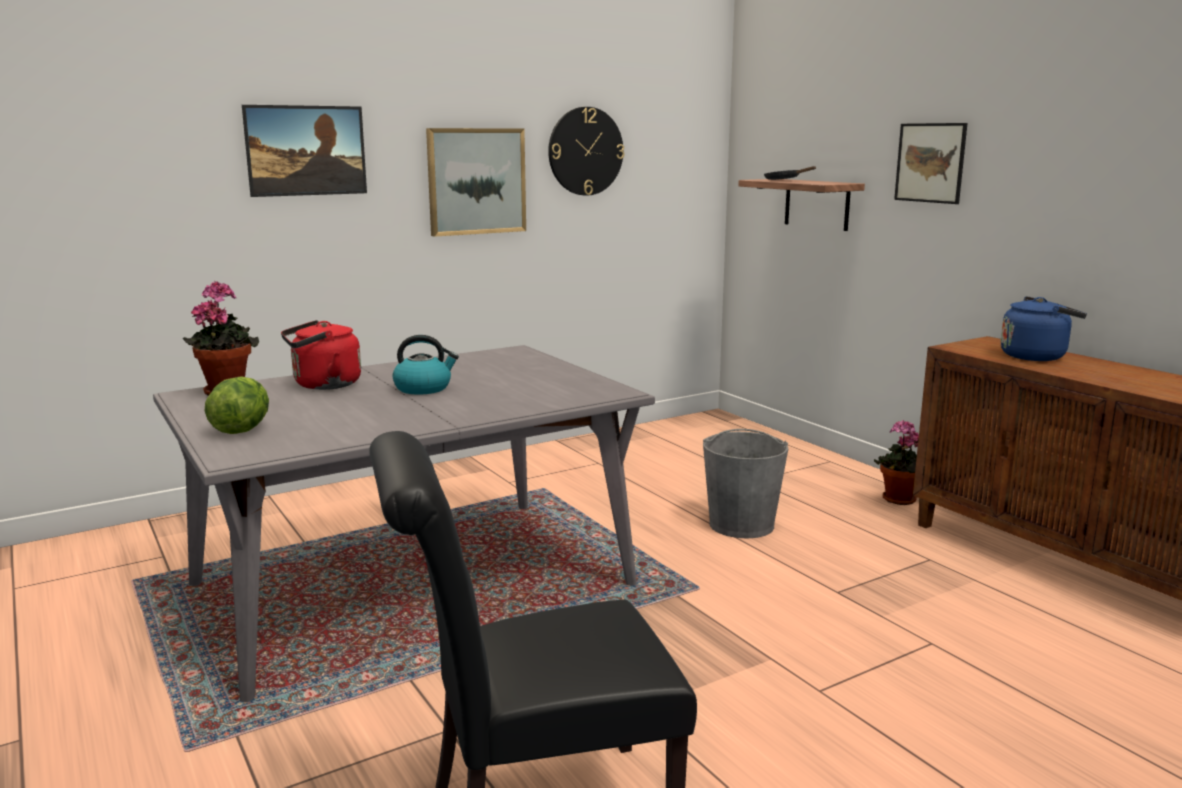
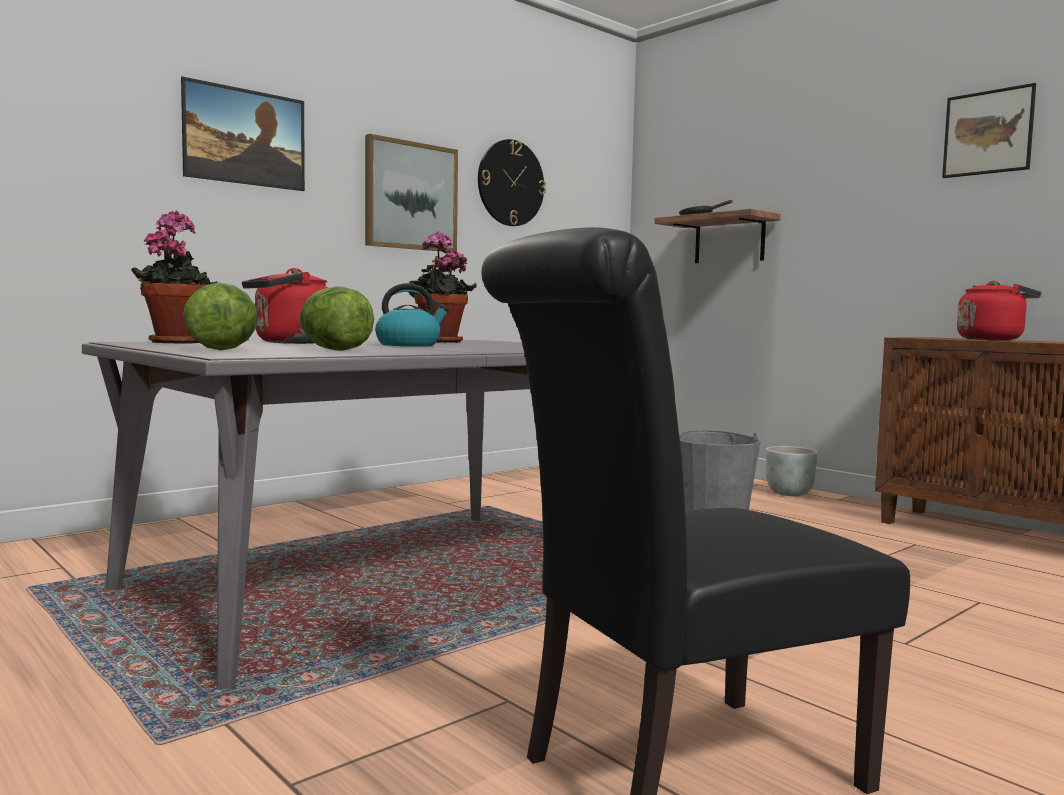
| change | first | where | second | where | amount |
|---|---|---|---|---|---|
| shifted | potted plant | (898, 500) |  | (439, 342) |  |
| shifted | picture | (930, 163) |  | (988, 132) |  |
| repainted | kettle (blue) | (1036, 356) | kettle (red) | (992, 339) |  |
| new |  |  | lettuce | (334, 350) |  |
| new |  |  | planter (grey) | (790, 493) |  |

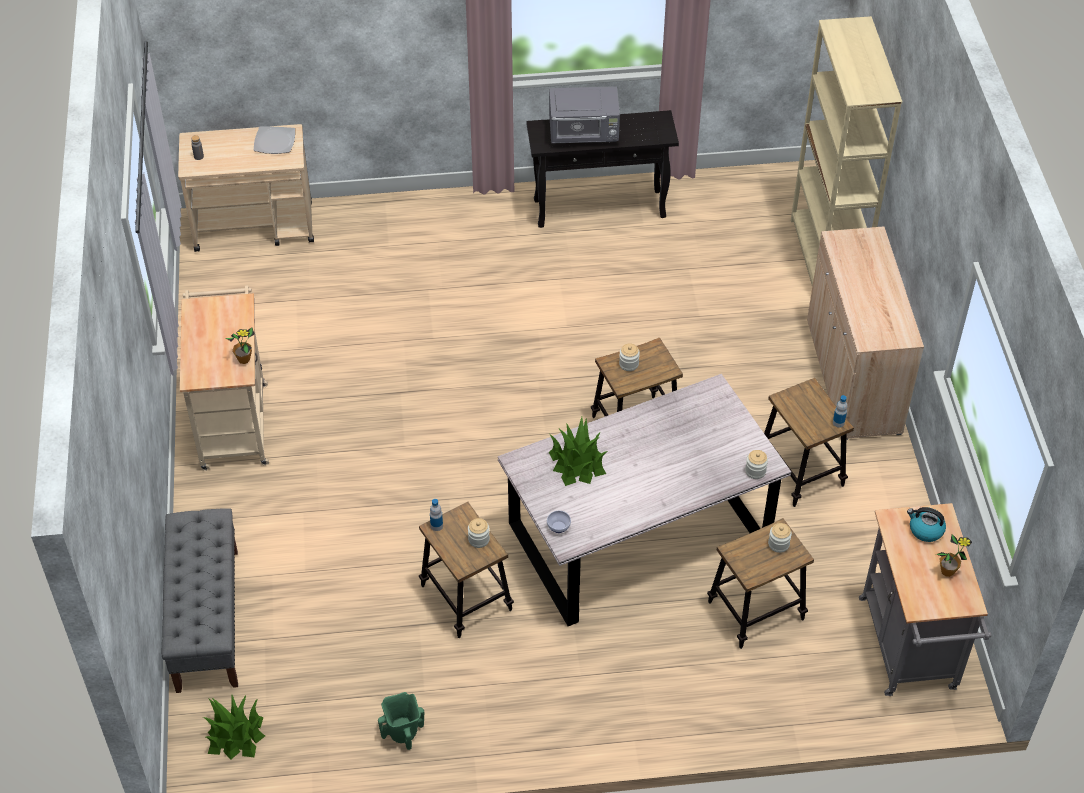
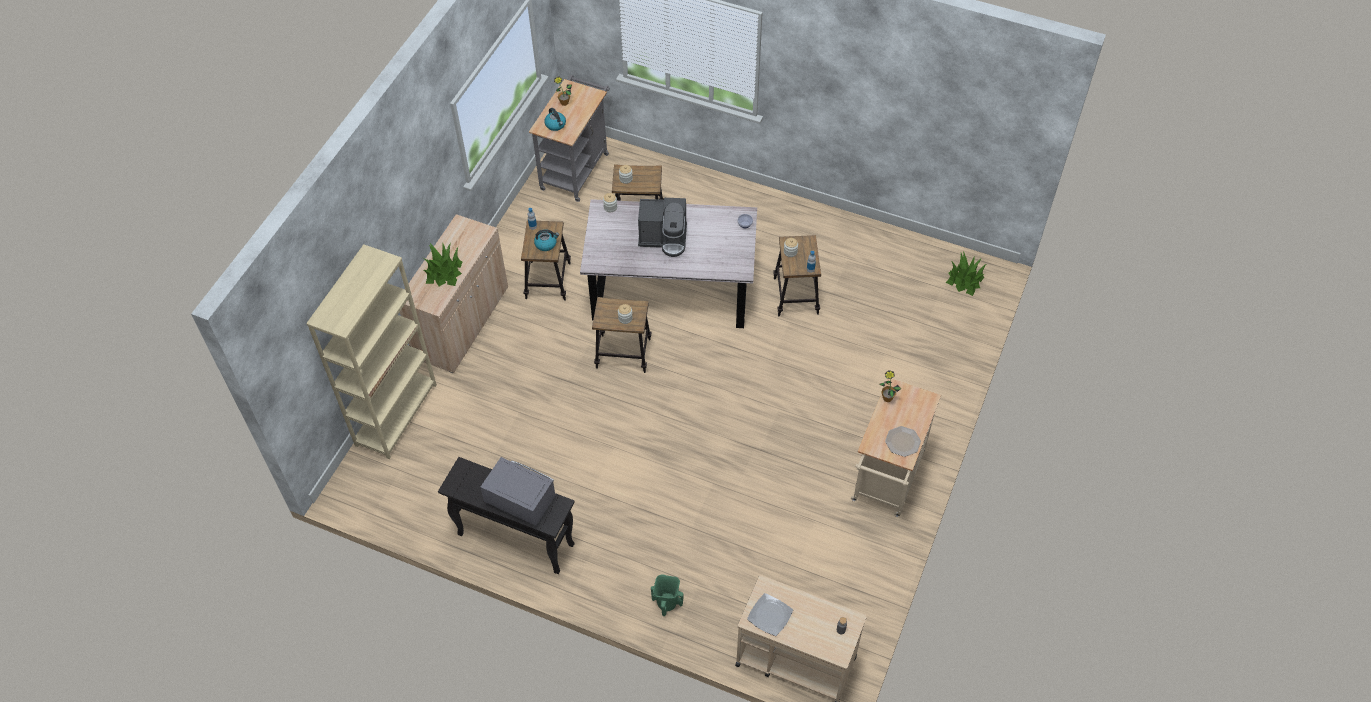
| change | first | where | second | where | amount |
|---|---|---|---|---|---|
| gone | bench (grey) | (207, 619) |  |  |  |
| shifted | vase (green) | (403, 733) |  | (667, 601) |  |
| shifted | potted plant | (577, 463) |  | (444, 271) |  |
| new |  |  | kettle | (546, 244) |  |
| new |  |  | coffee machine | (664, 238) |  |
| new |  |  | plate | (903, 442) |  |

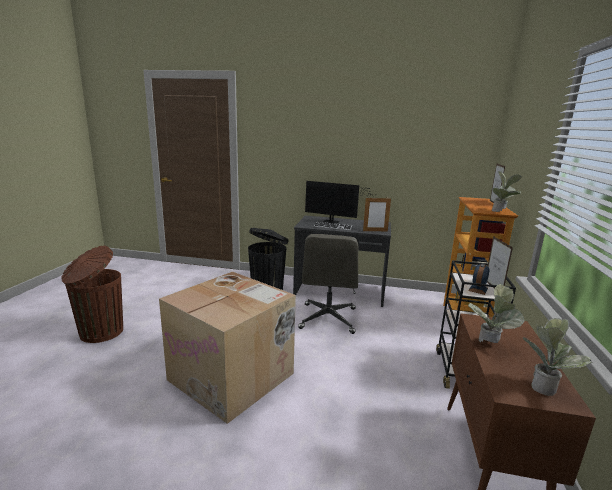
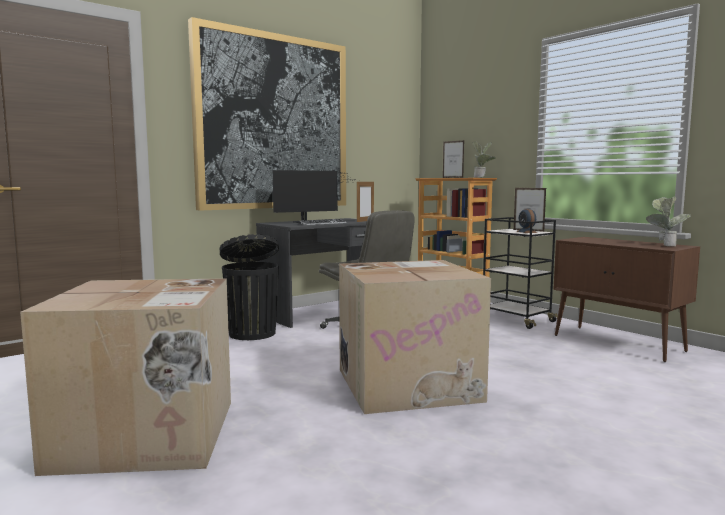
| change | first | where | second | where | amount |
|---|---|---|---|---|---|
| swapped | trash can (brown) | (100, 332) | cardboard box | (148, 435) |  |
| gone | potted plant | (489, 345) |  |  |  |
| new |  |  | picture | (273, 123) |  |

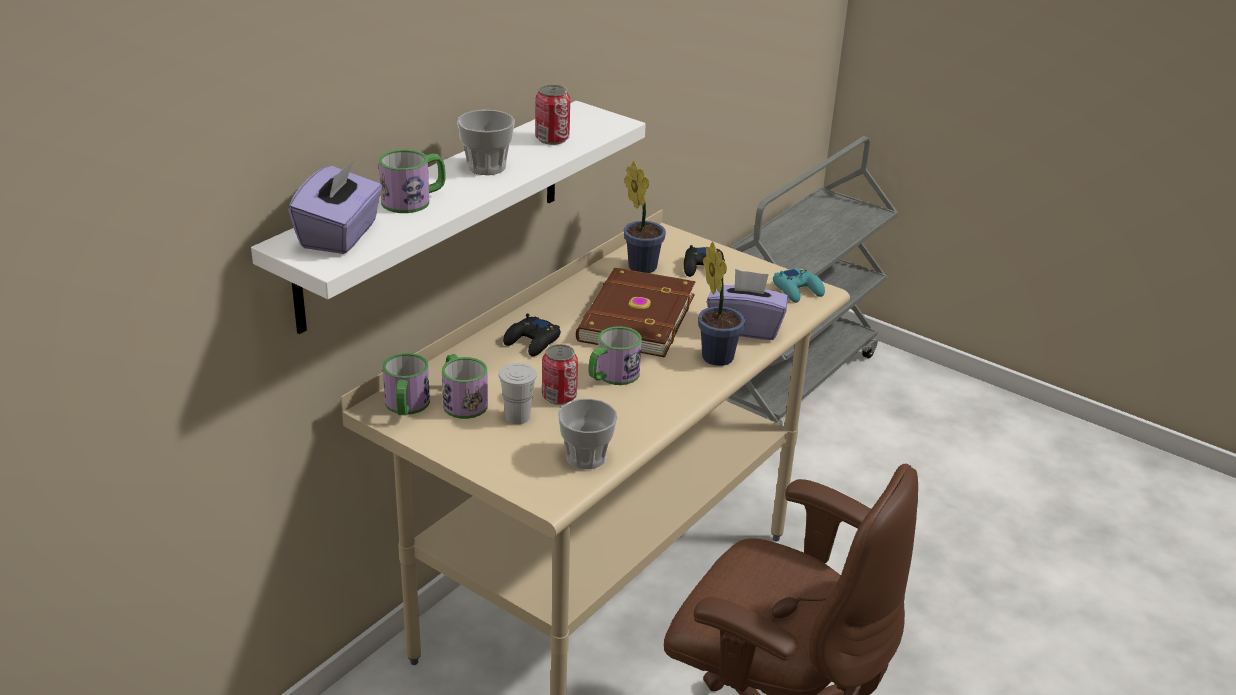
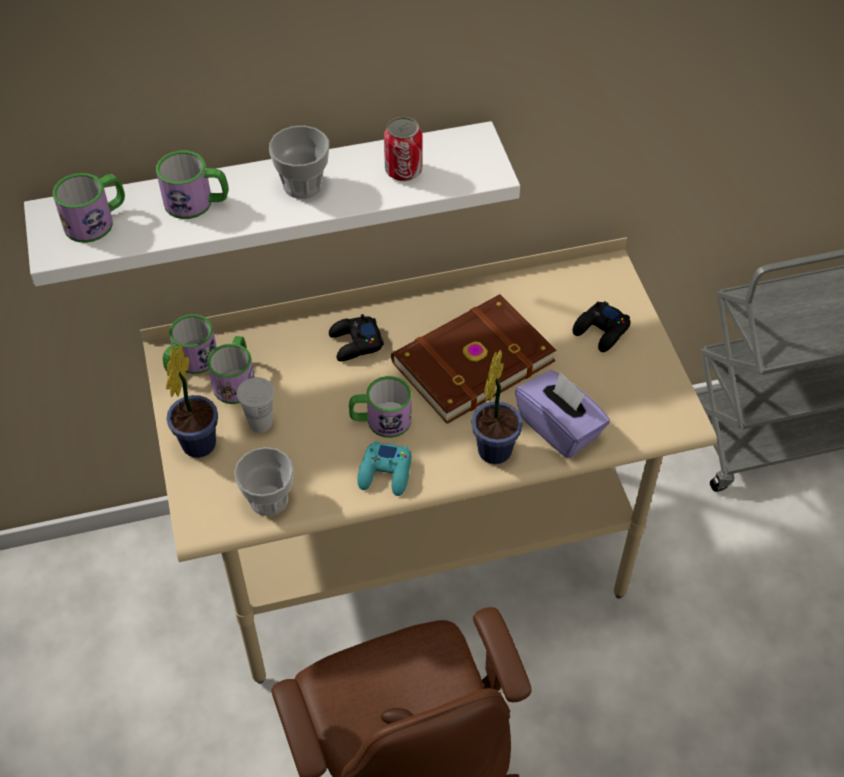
| change | first | where | second | where | amount |
|---|---|---|---|---|---|
| swapped | tissue box (purple) | (340, 235) | mug | (96, 220) |  |
| gone | can | (559, 396) |  |  |  |
| shifted | potted plant | (640, 265) |  | (200, 440) |  |
| shifted | game controller (turquoise) | (798, 290) |  | (386, 473) |  |

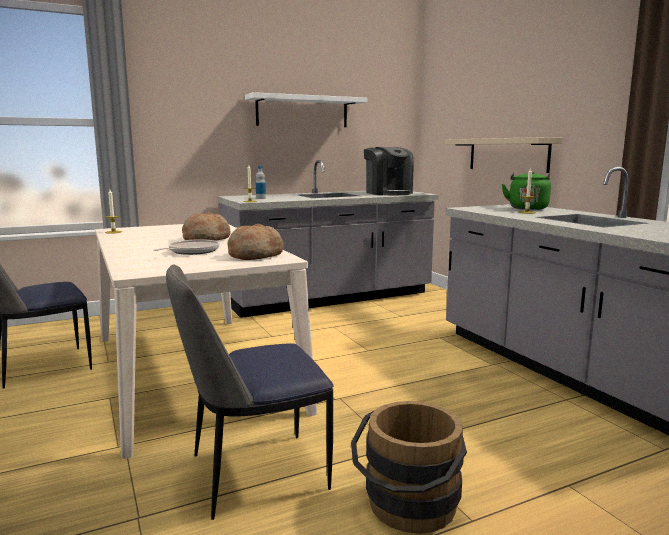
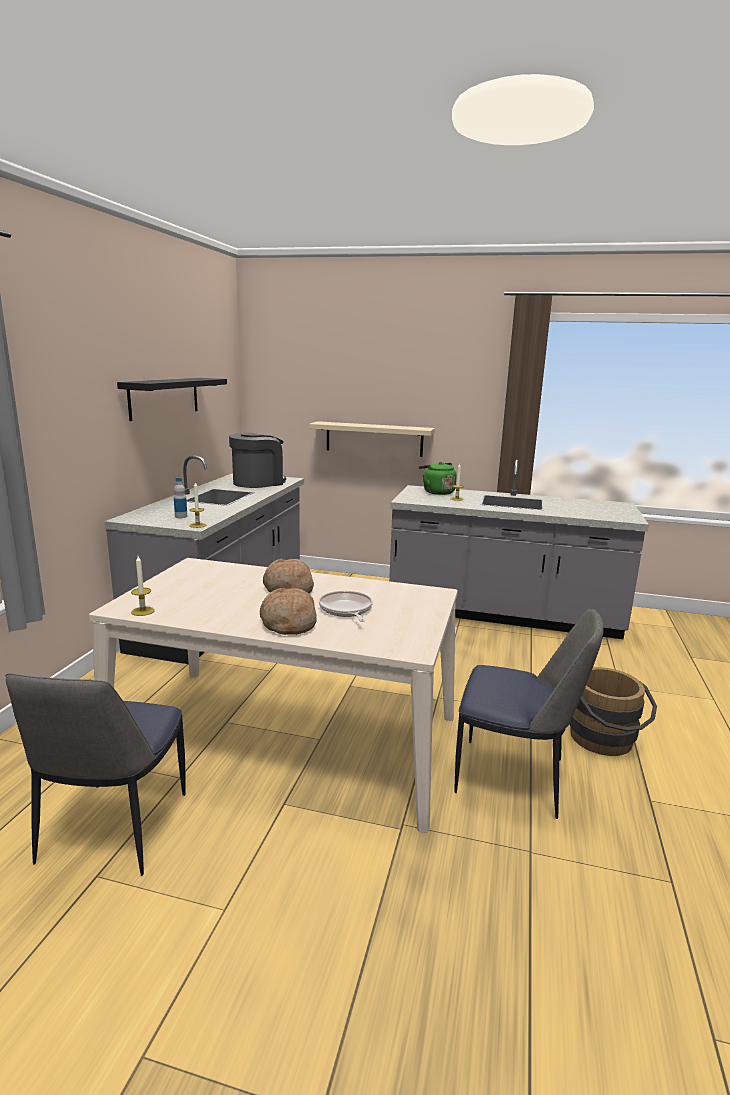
| change | first | where | second | where | amount |
|---|---|---|---|---|---|
| rotated | chair | (254, 473) |  | (514, 777) | 90 degrees counterclockwise |
| shifted | bread | (255, 255) |  | (288, 623) |  |
| repainted | shelf (white) | (302, 111) | shelf (black) | (164, 397) |  |
| rotated | coffee machine | (388, 193) |  | (258, 482) | 60 degrees counterclockwise |

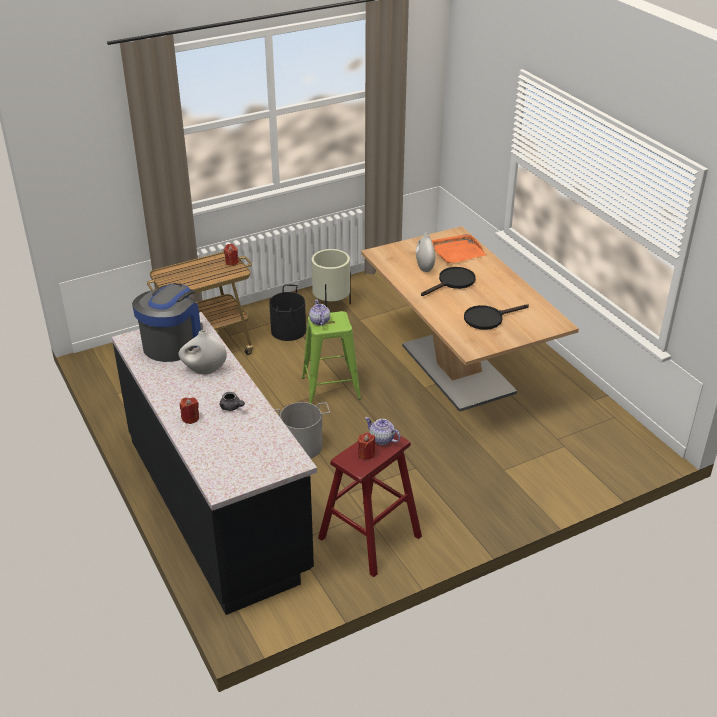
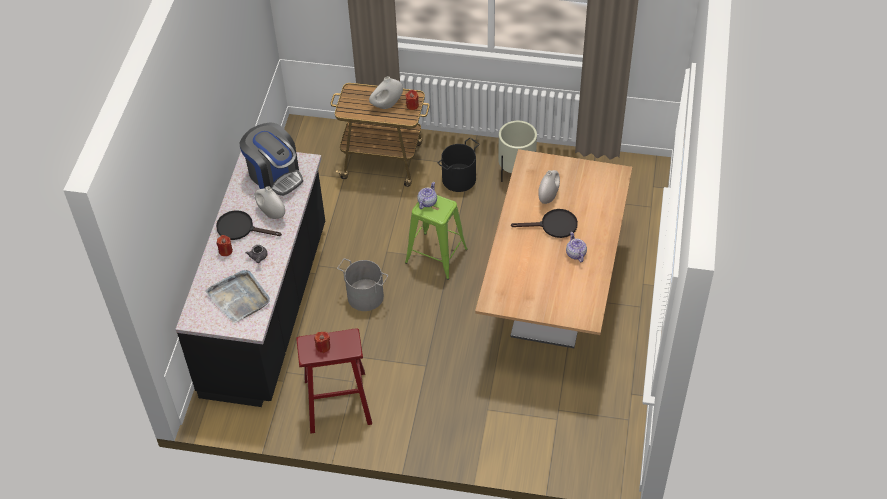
| change | first | where | second | where | amount |
|---|---|---|---|---|---|
| rotated | coffee machine | (172, 343) |  | (274, 175) | 75 degrees clockwise |
| shifted | teapot | (381, 439) |  | (575, 254) |  |
| gone | tray (orange) | (457, 251) |  |  |  |
| shifted | frying pan (black) | (488, 318) |  | (240, 228) |  |
| new |  |  | tray (grey) | (239, 297) |  |
| new |  |  | vase (white) | (387, 105) |  |

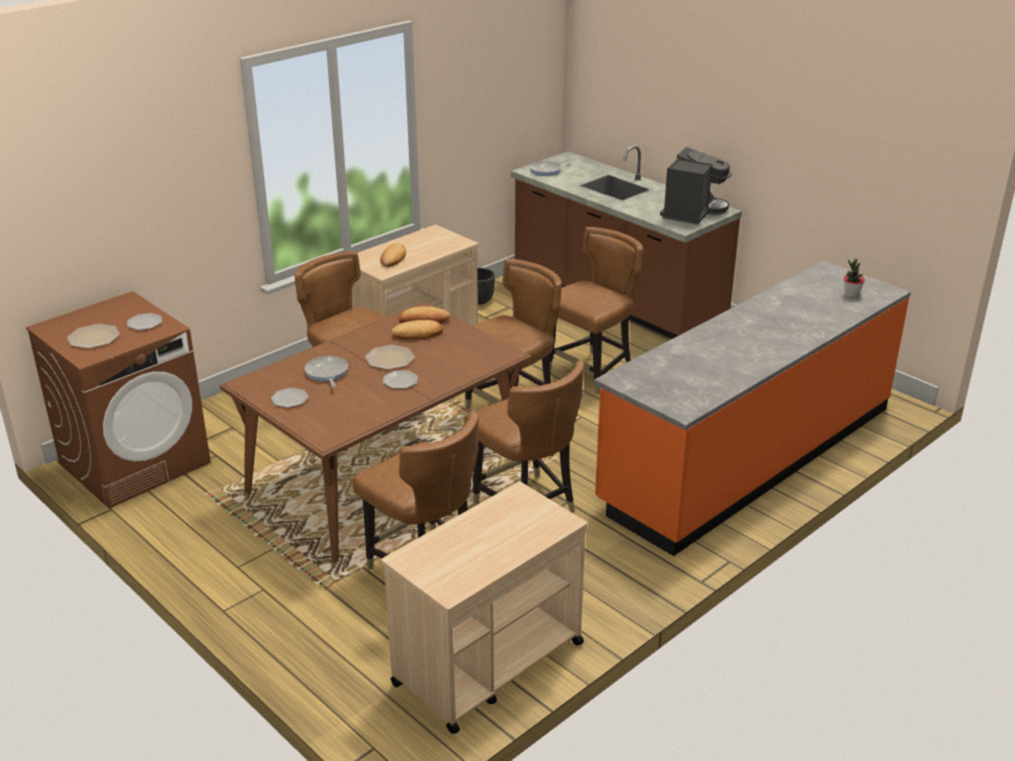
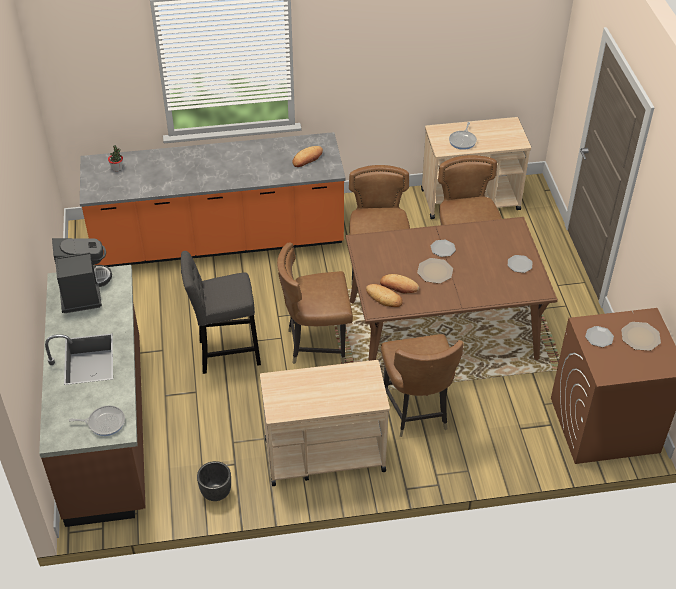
| change | first | where | second | where | amount |
|---|---|---|---|---|---|
| shifted | frying pan | (326, 373) |  | (463, 141) |  |
| shifted | bread | (393, 258) |  | (307, 158) |  |
| swapped | chair (brown) | (591, 371) | stool (grey) | (225, 353) |  |
| rotated | coffee machine | (692, 211) |  | (83, 290) | 105 degrees clockwise |

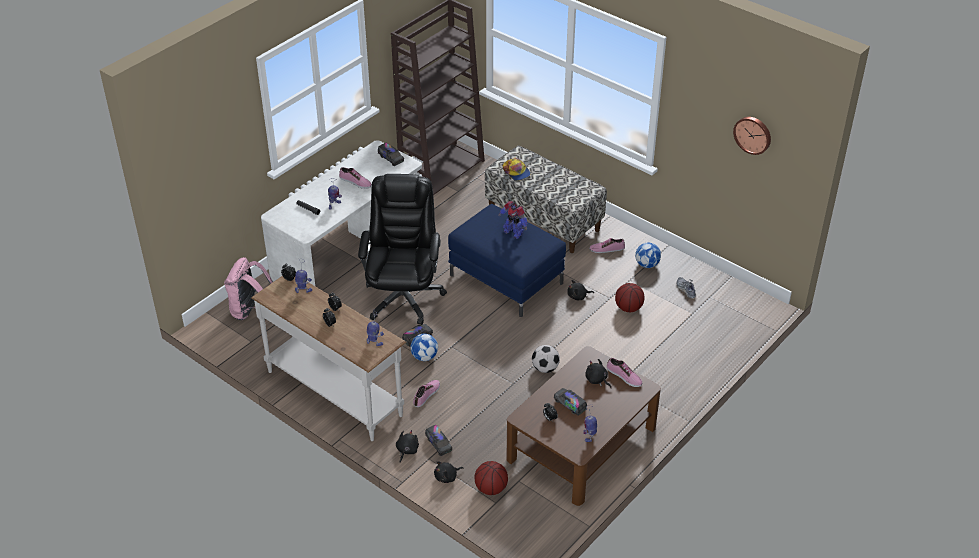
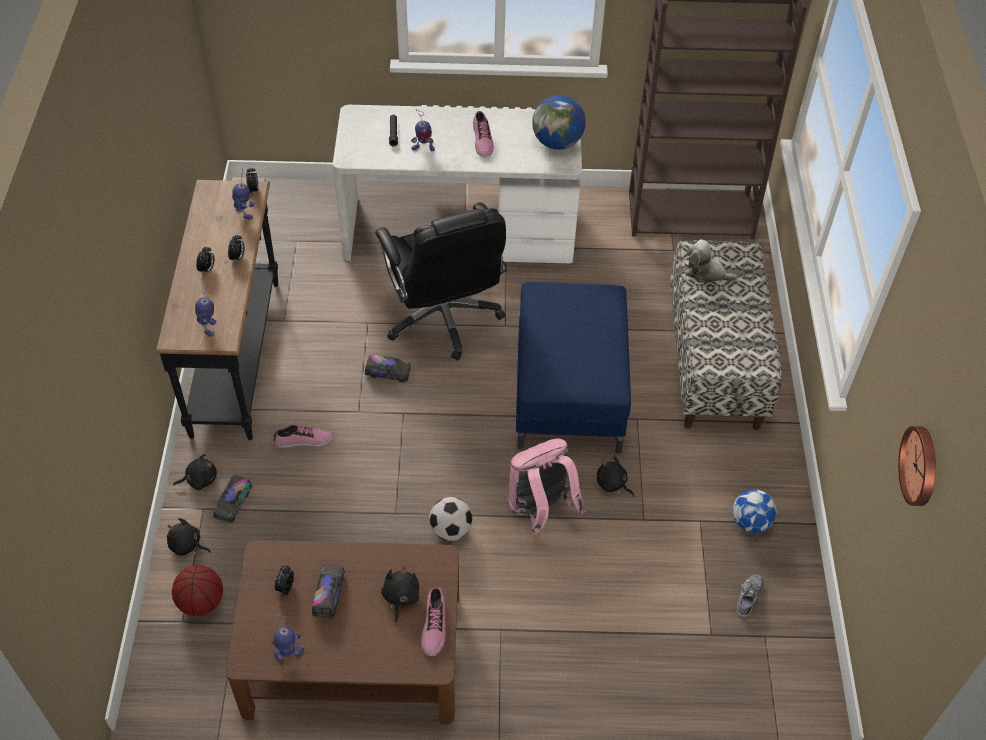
| change | first | where | second | where | amount |
|---|---|---|---|---|---|
| shifted | backpack (pink) | (251, 311) |  | (540, 510) |  |
| repainted | console table (white) | (335, 392) | console table (black) | (238, 357) |  |
| rotated | office chair (black) | (404, 296) |  | (443, 317) | 105 degrees clockwise |
| swapped | toy truck | (391, 158) | globe | (557, 143) |  |
| gone | football | (424, 357) |  |  |  |
| gone | toy robot | (513, 232) |  |  |  |
| swapped | cap | (516, 172) | plush toy | (706, 272) |  |
| gone | shoe | (607, 249) |  |  |  |
| gone | basketball | (628, 308) |  |  |  |

